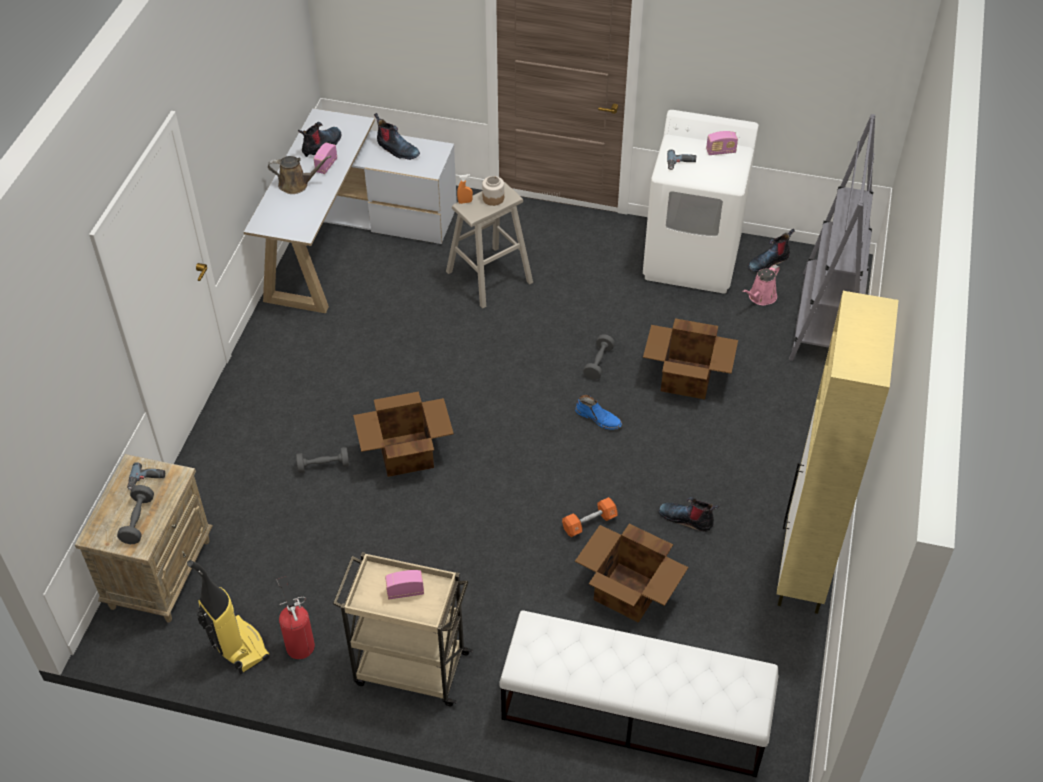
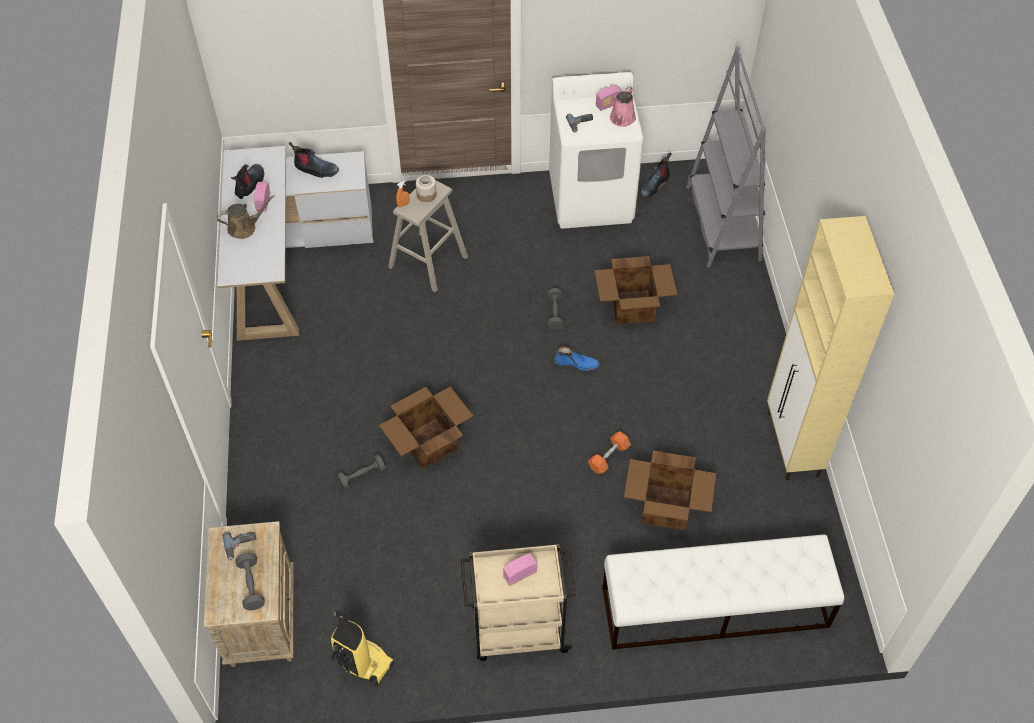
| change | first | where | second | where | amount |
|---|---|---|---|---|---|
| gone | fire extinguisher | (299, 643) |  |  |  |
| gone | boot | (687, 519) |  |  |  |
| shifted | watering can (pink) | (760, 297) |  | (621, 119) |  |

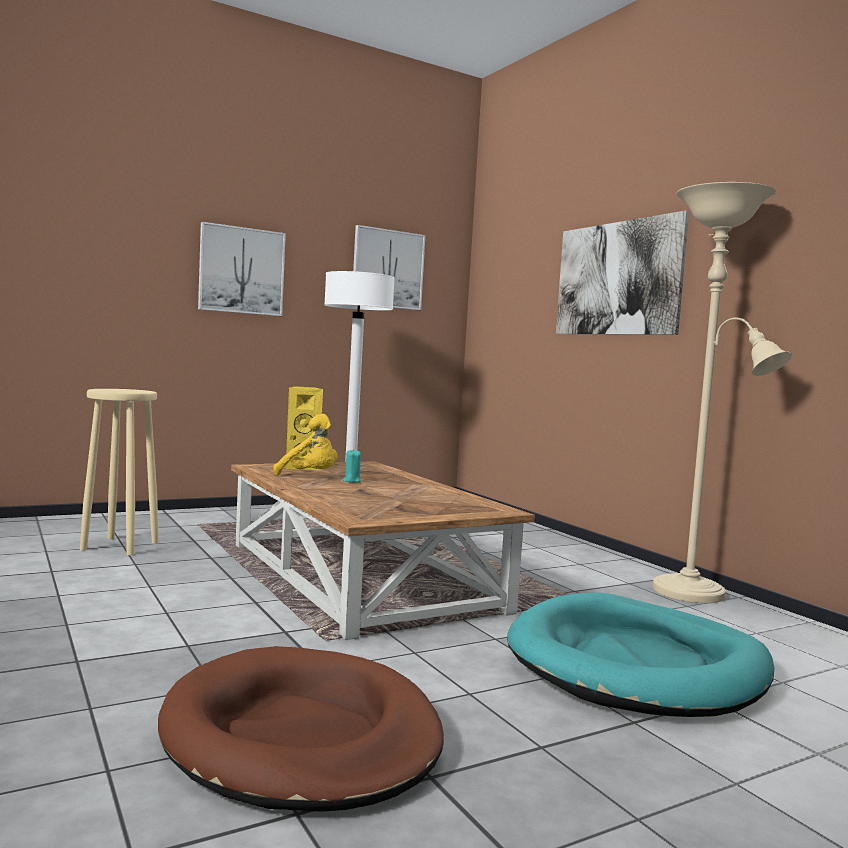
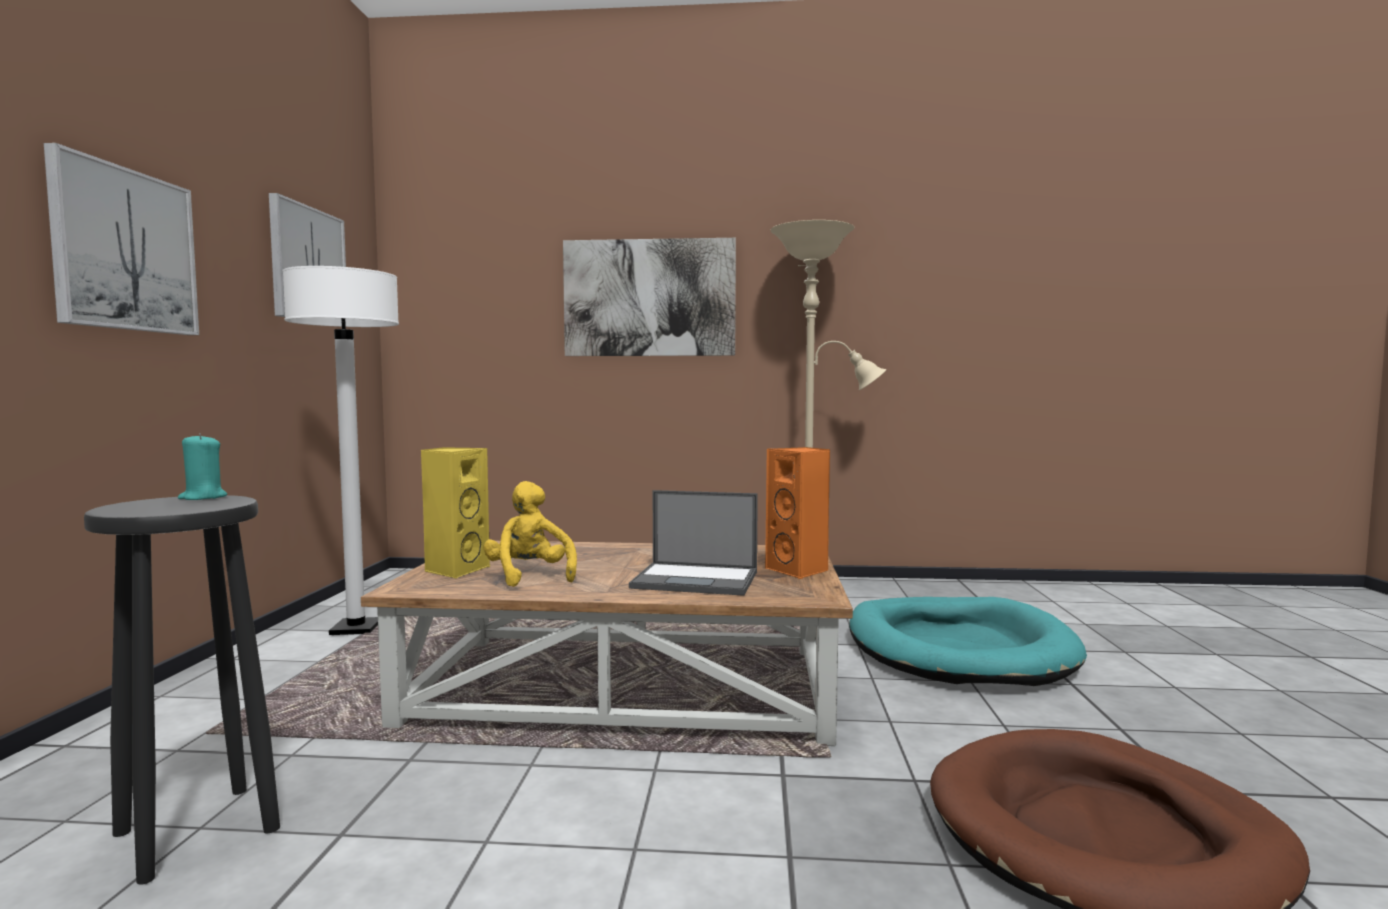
| change | first | where | second | where | amount |
|---|---|---|---|---|---|
| repainted | stool (beige) | (119, 546) | stool (black) | (197, 832) |  |
| rotated | plush toy (yellow) | (310, 476) |  | (530, 576) | 90 degrees counterclockwise |
| shifted | candle (turquoise) | (351, 481) |  | (203, 498) |  |
| new |  |  | laptop | (697, 580) |  |
| new |  |  | speaker (orange) | (799, 570) |  |

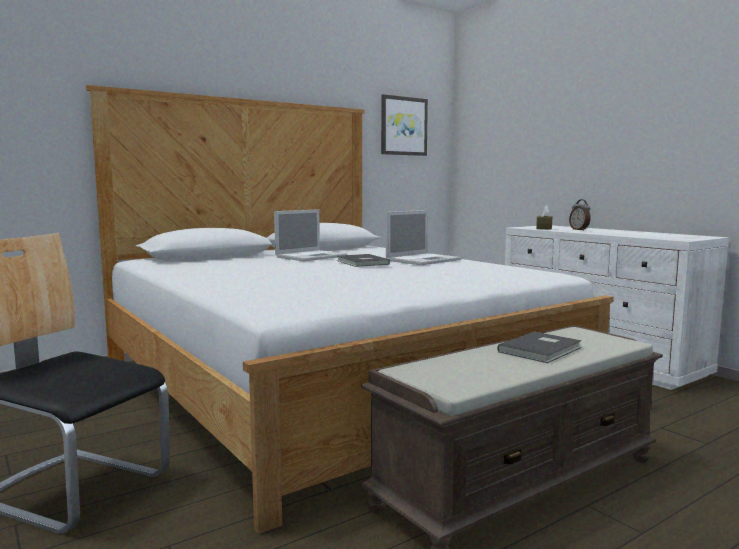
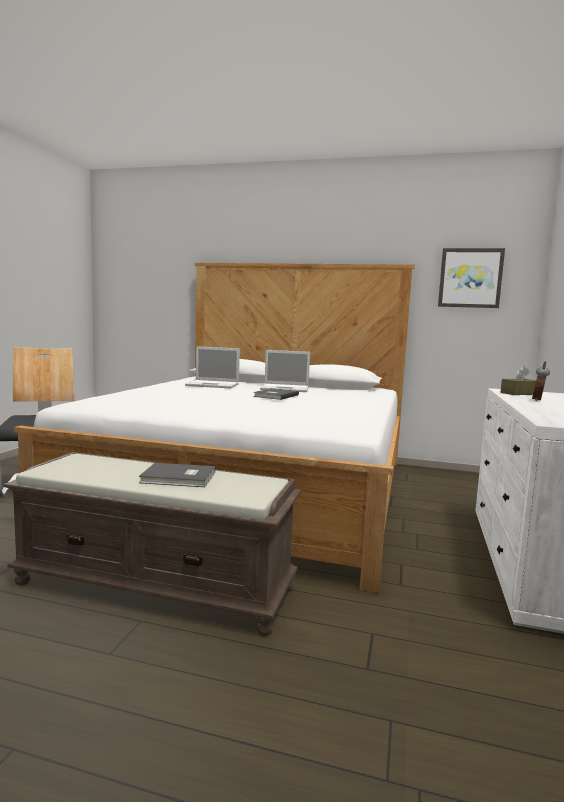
| change | first | where | second | where | amount |
|---|---|---|---|---|---|
| shifted | laptop | (424, 260) |  | (214, 385) |  |

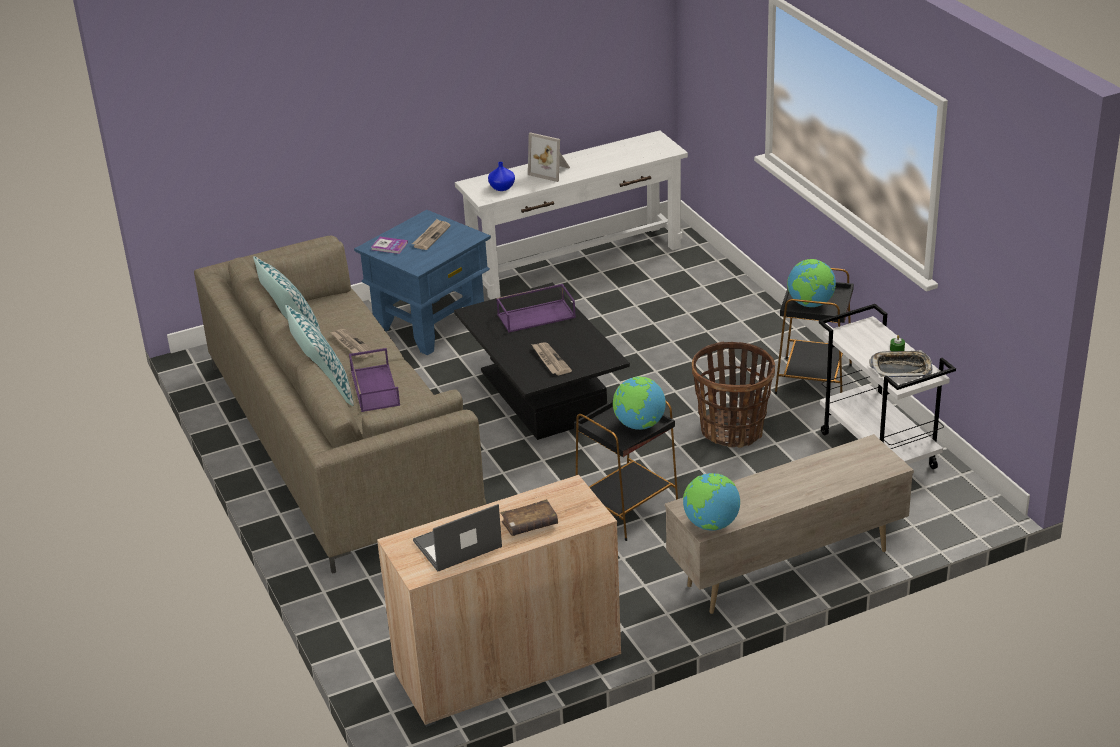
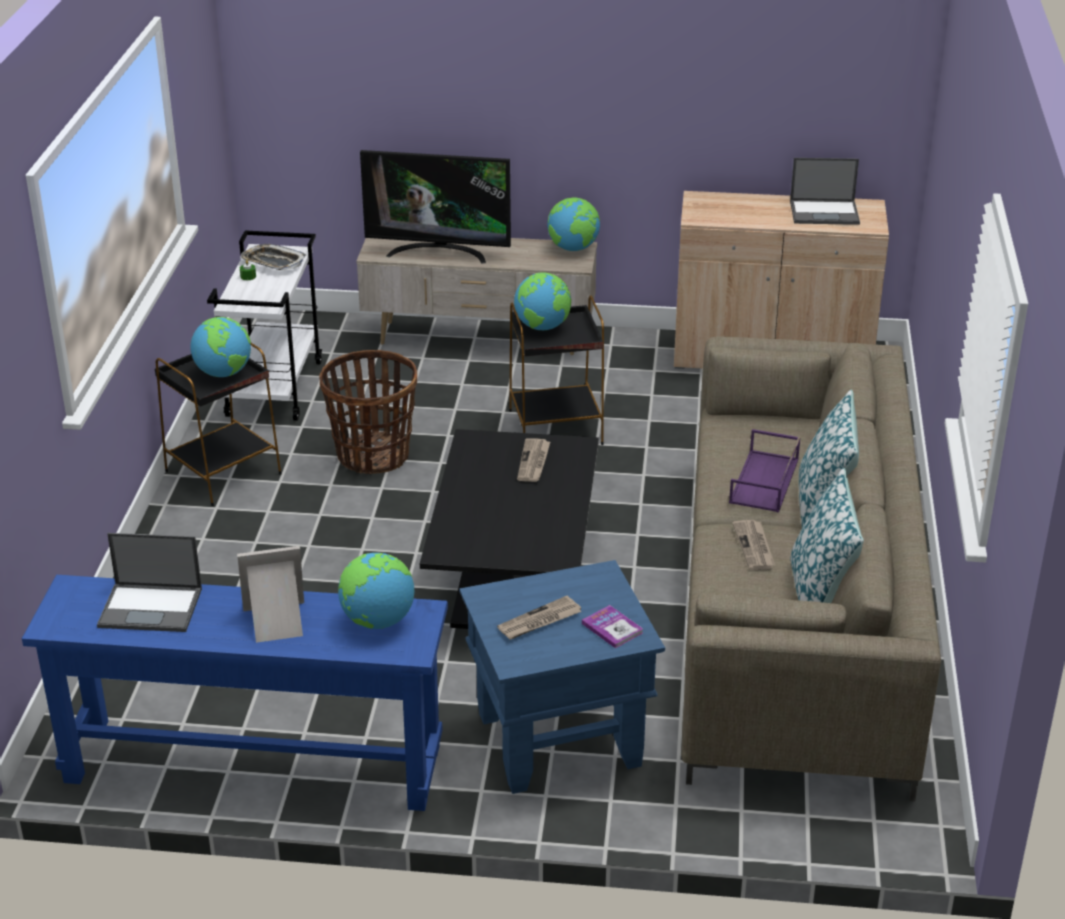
| change | first | where | second | where | amount |
|---|---|---|---|---|---|
| repainted | console table (white) | (576, 262) | console table (blue) | (253, 763) |  |
| swapped | vase (blue) | (502, 187) | globe | (377, 621) |  |
| gone | tray (purple) | (536, 315) |  |  |  |
| gone | book (brown) | (530, 524) |  |  |  |
| rotated | picture frame | (551, 171) |  | (276, 622) | 75 degrees counterclockwise |
| new |  |  | laptop | (152, 607) |  |
| new |  |  | television | (439, 252) |  |

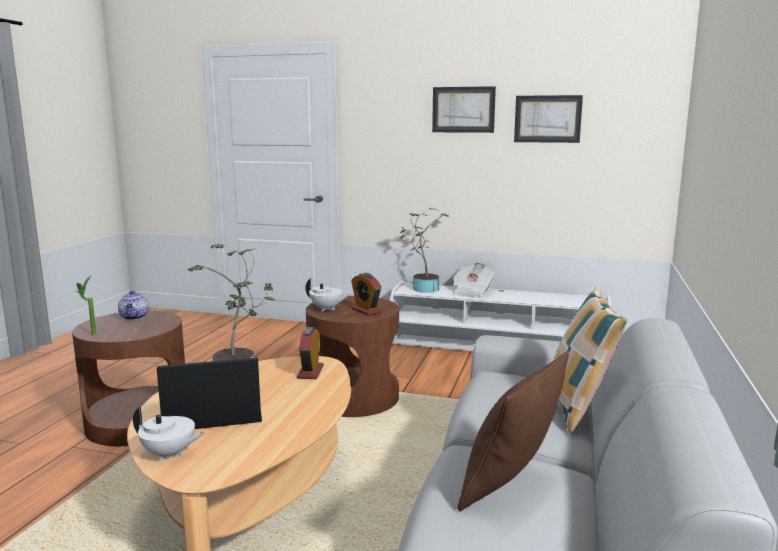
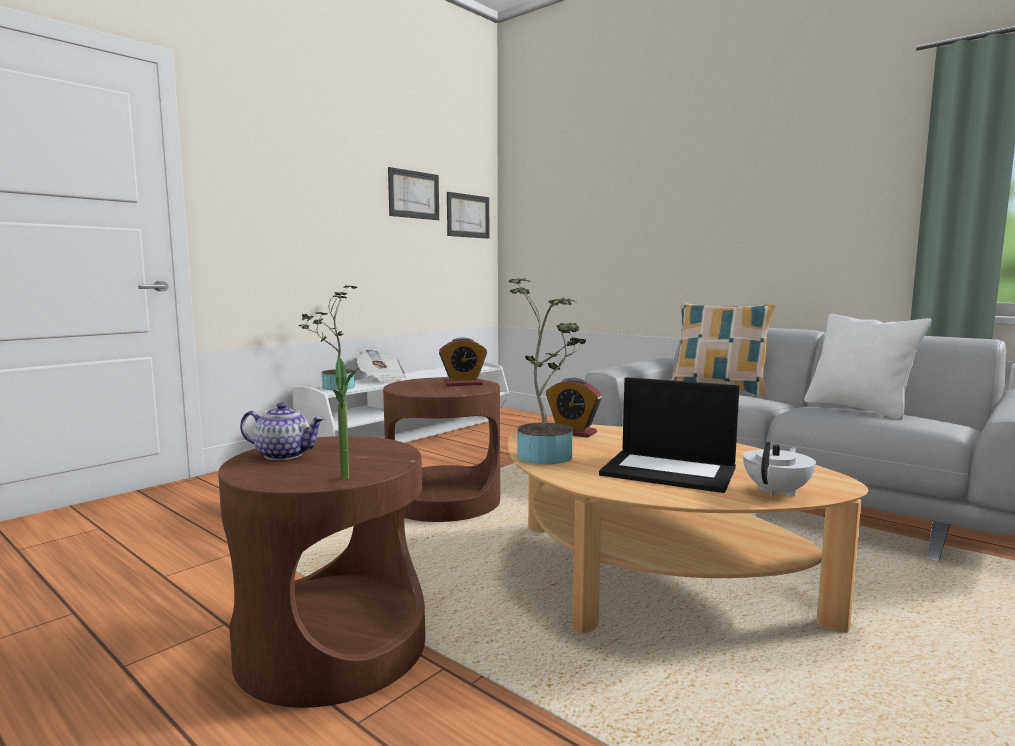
| change | first | where | second | where | amount |
|---|---|---|---|---|---|
| rotated | laptop | (212, 414) |  | (670, 471) | 75 degrees counterclockwise |
| gone | teapot (white) | (327, 309) |  |  |  |
| shifted | picture | (463, 109) |  | (468, 216) |  |
| repainted | pillow (brown) | (510, 486) | pillow (white) | (858, 409) |  |

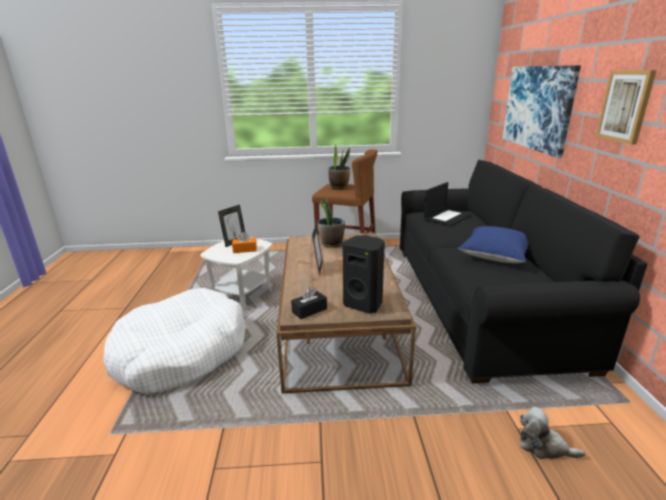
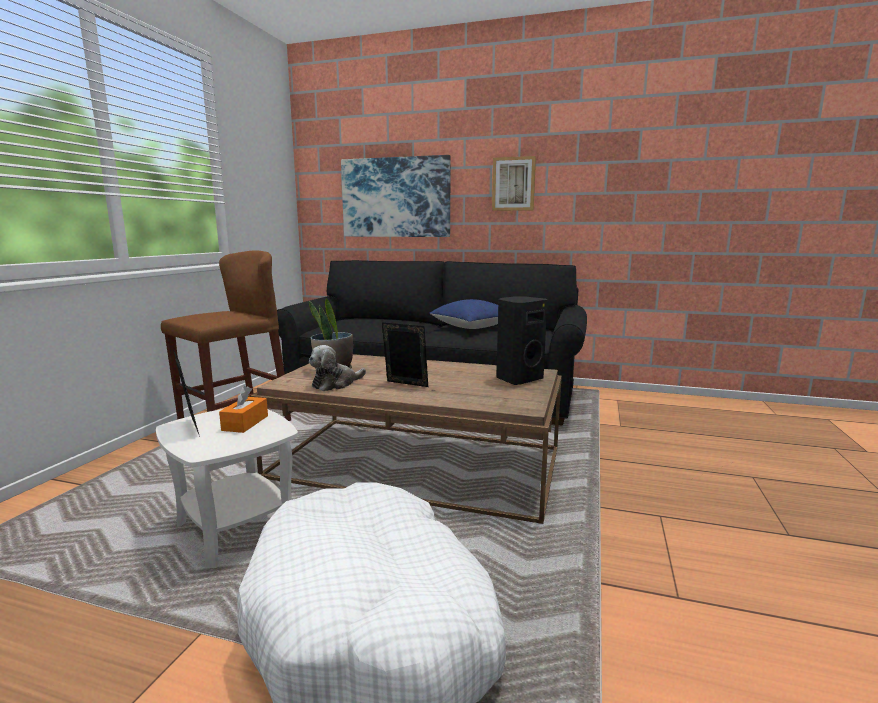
| change | first | where | second | where | amount |
|---|---|---|---|---|---|
| gone | tissue box (black) | (309, 310) |  |  |  |
| gone | potted plant | (339, 187) |  |  |  |
| gone | laptop | (447, 217) |  |  |  |
| shifted | plush toy | (543, 446) |  | (335, 384) |  |

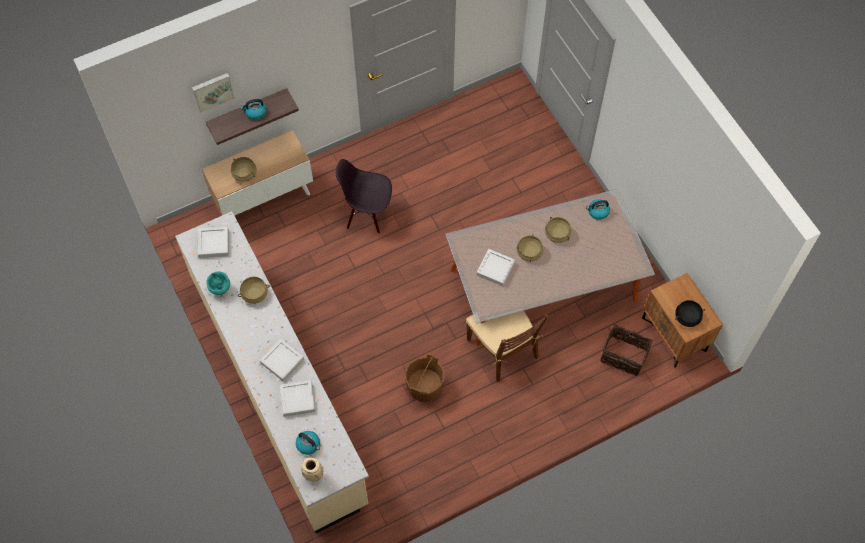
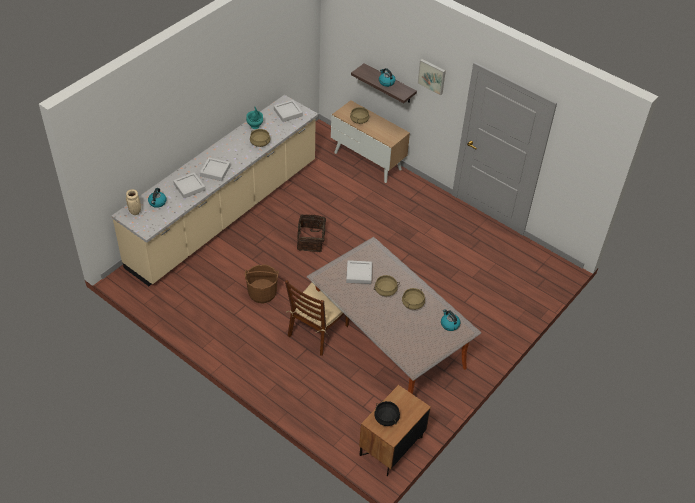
| change | first | where | second | where | amount |
|---|---|---|---|---|---|
| shifted | picture | (212, 91) |  | (432, 76) |  |
| gone | chair (black) | (367, 214) |  |  |  |
| shifted | basket | (624, 355) |  | (311, 240) |  |

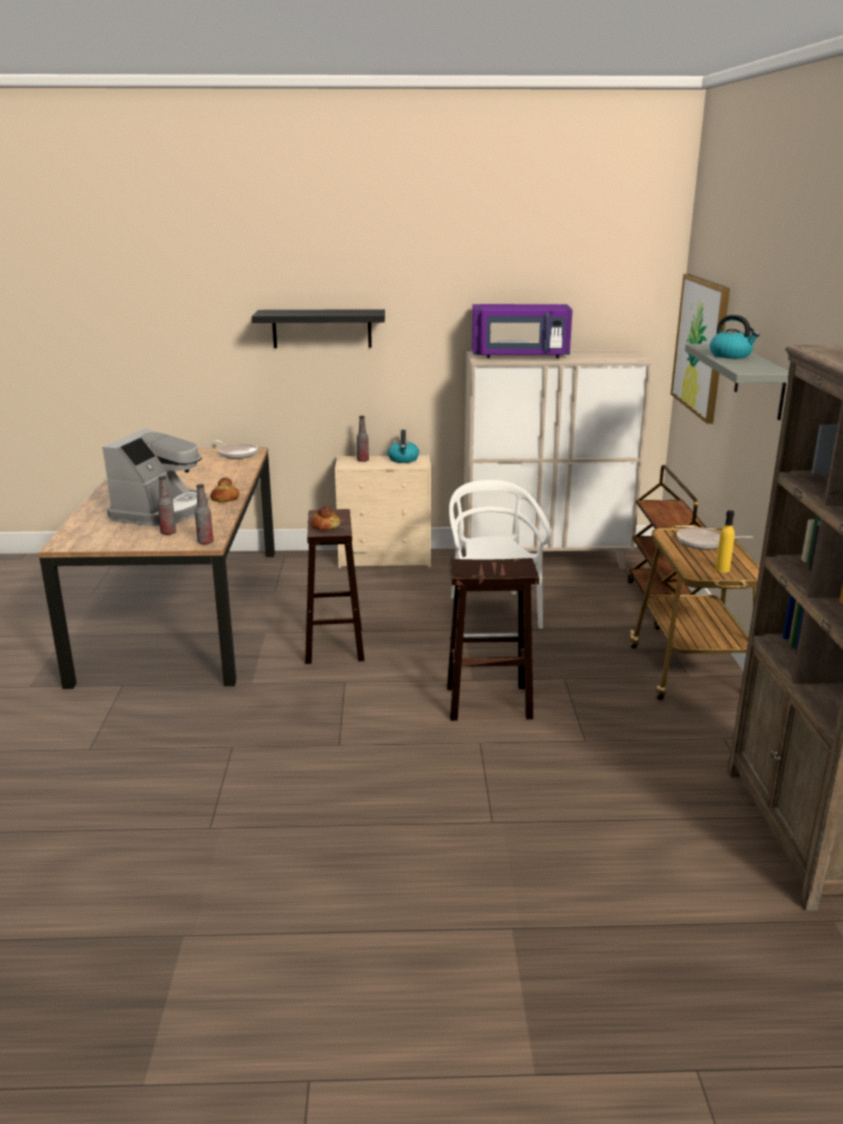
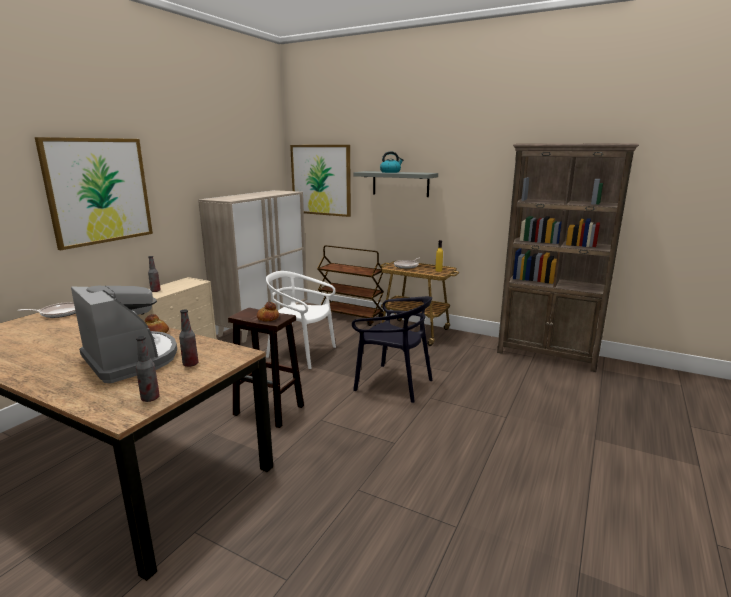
| change | first | where | second | where | amount |
|---|---|---|---|---|---|
| shifted | bottle | (205, 542) |  | (150, 398) |  |
| swapped | shelf (black) | (322, 328) | picture | (99, 191) |  |
| gone | kettle | (403, 459) |  |  |  |
| swapped | stool (brown) | (487, 703) | chair (black) | (393, 384) |  |
| gone | microwave (purple) | (520, 356) |  |  |  |

